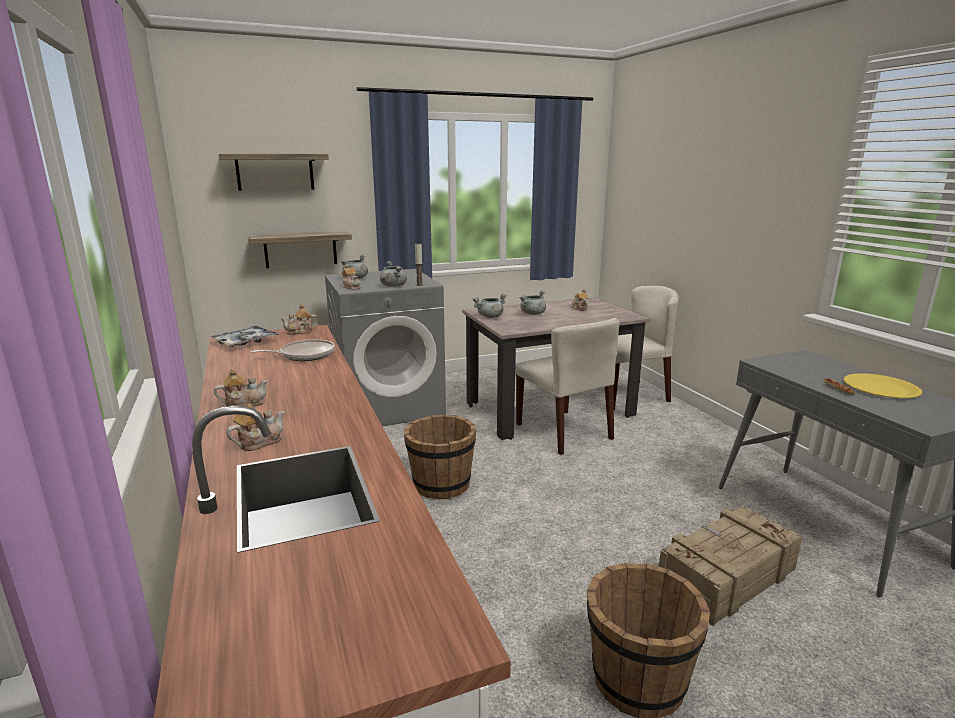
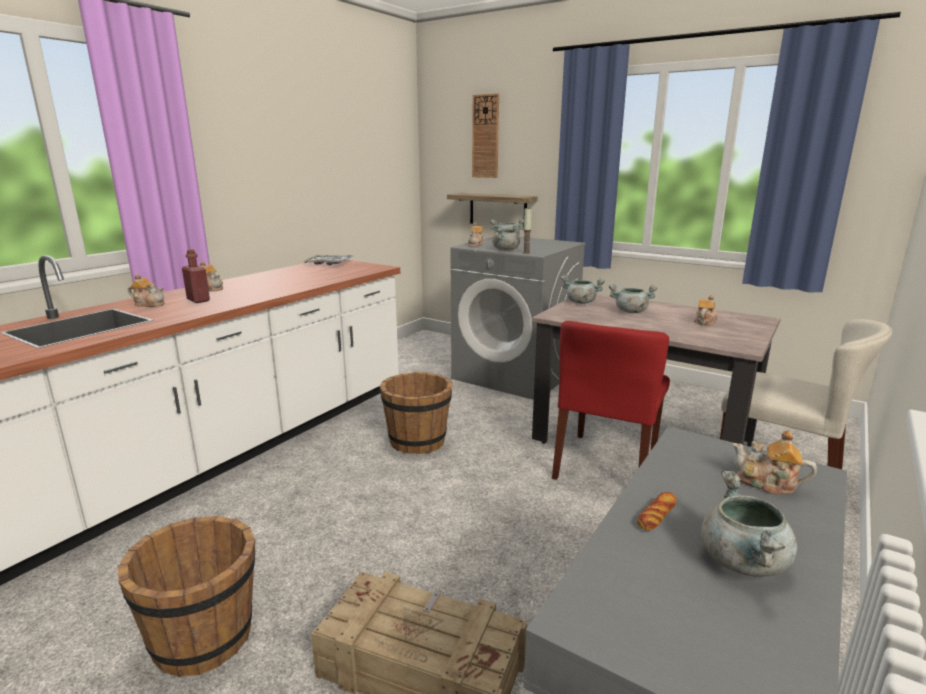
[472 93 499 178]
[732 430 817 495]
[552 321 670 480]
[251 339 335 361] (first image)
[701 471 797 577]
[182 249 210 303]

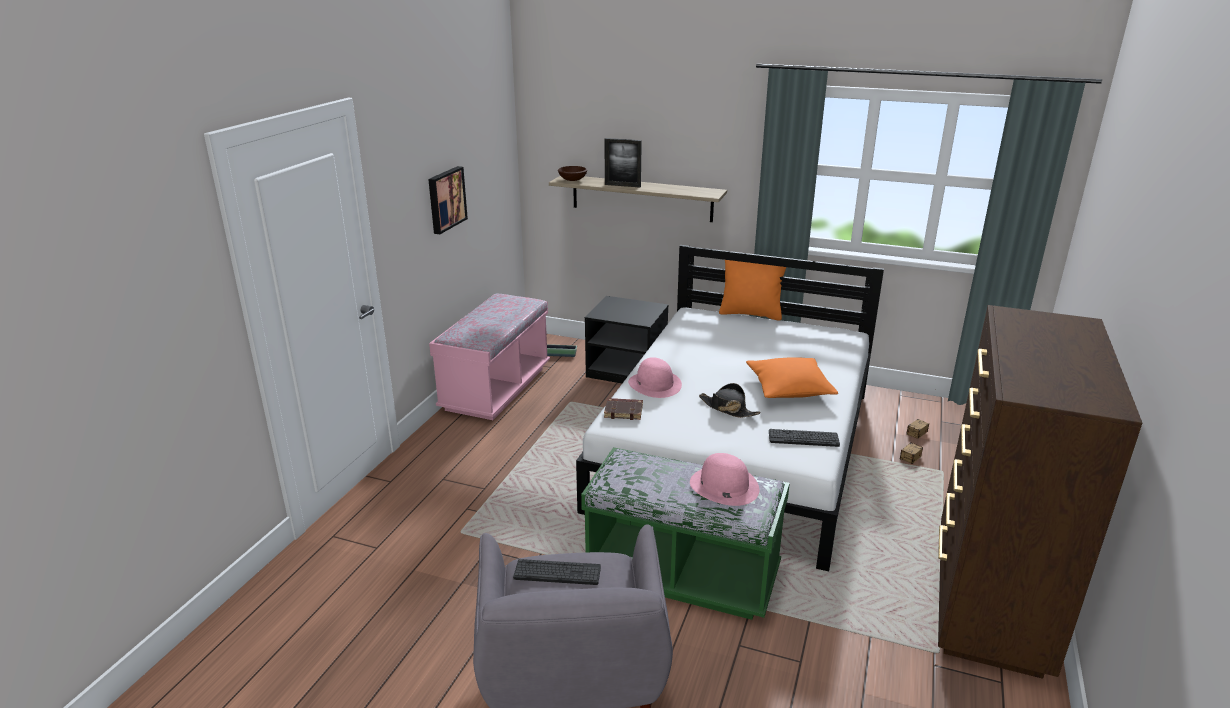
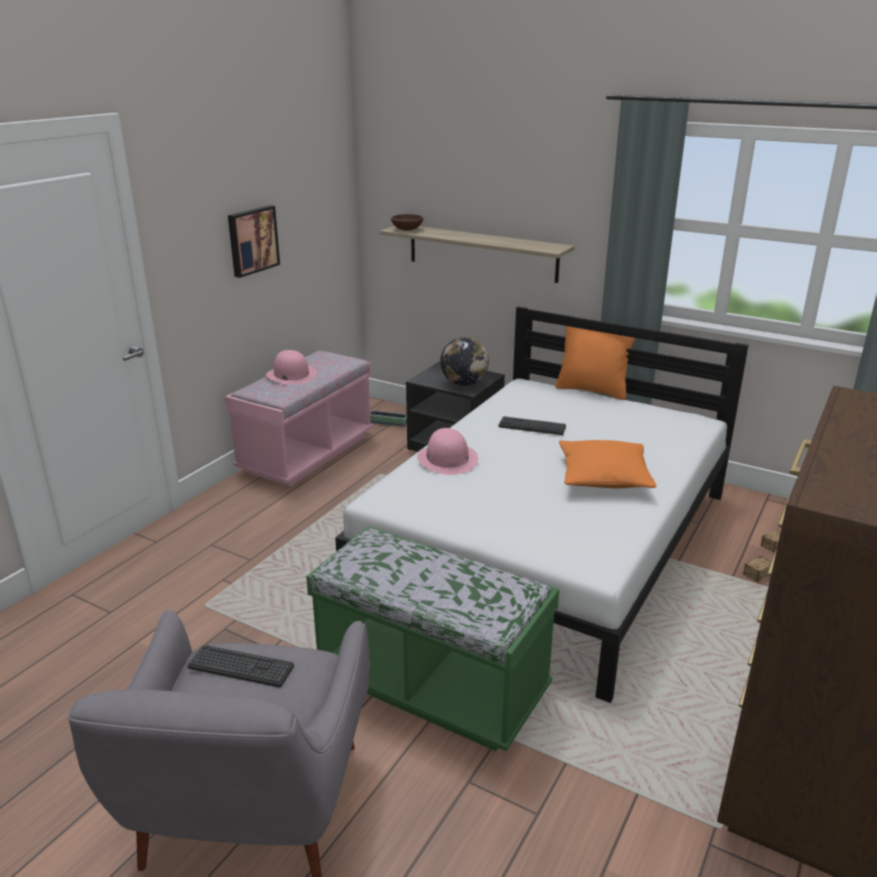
[605 138 642 188] (first image)
[699 383 761 418] (first image)
[604 398 643 420] (first image)
[499 416 566 435]
[266 350 317 385]
[440 337 489 386]

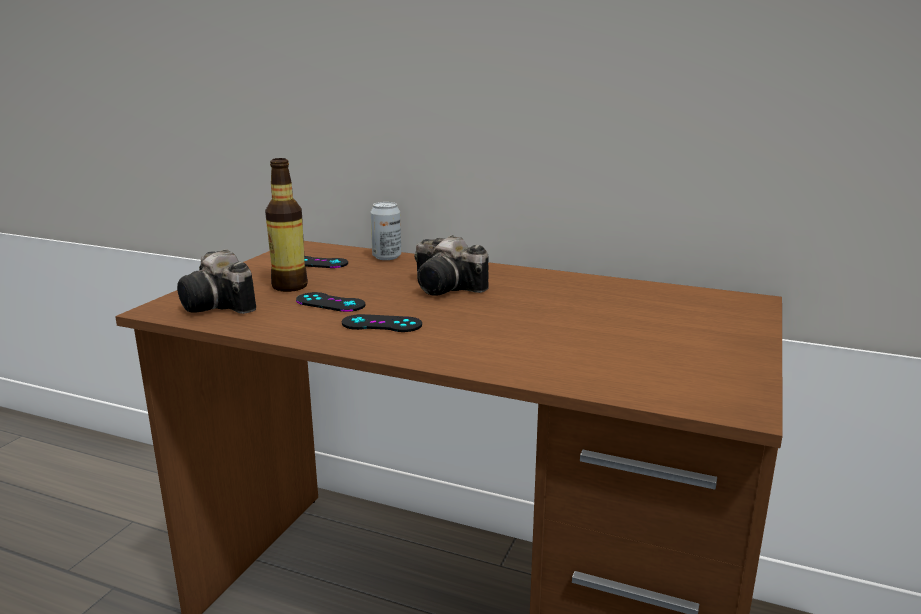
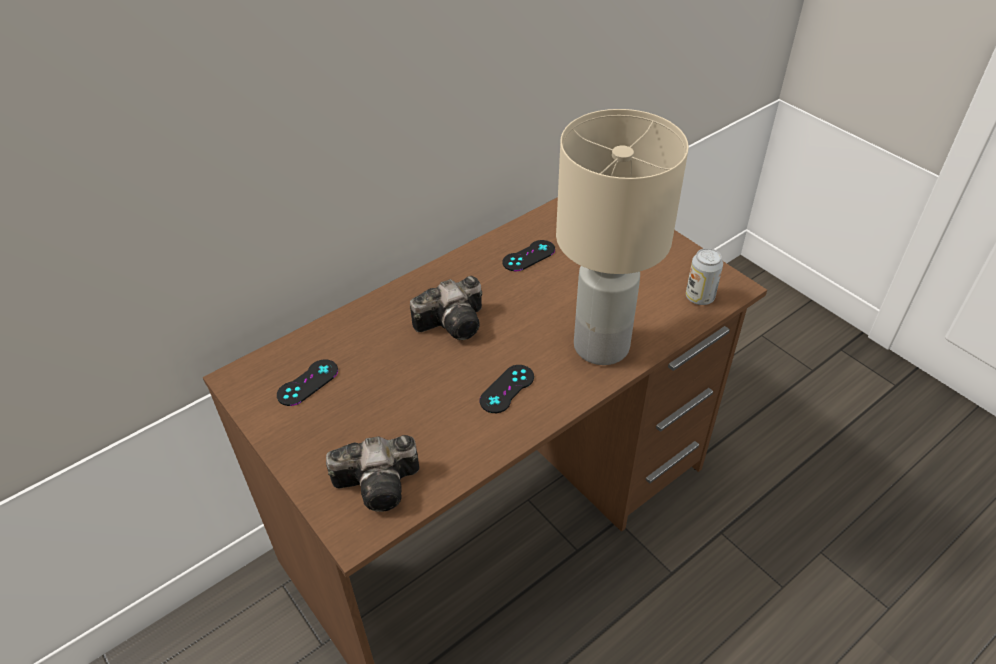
[265 158 308 292] (first image)
[686 248 723 305]
[503 240 555 271]
[556 109 689 365]

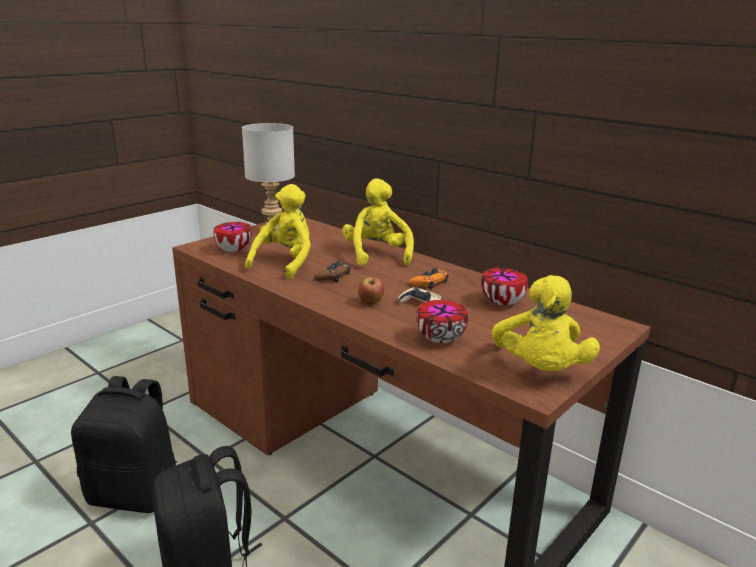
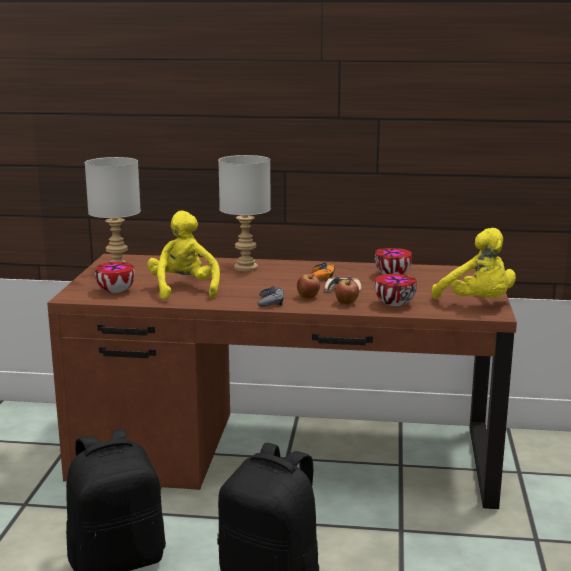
[218 155 271 272]
[314 261 351 283] (first image)
[335 279 359 305]
[258 286 284 307]

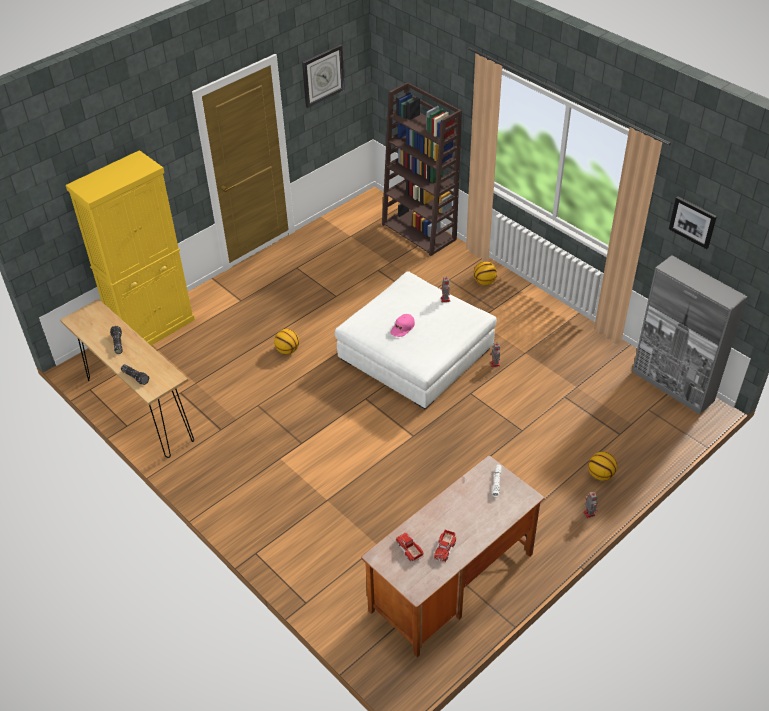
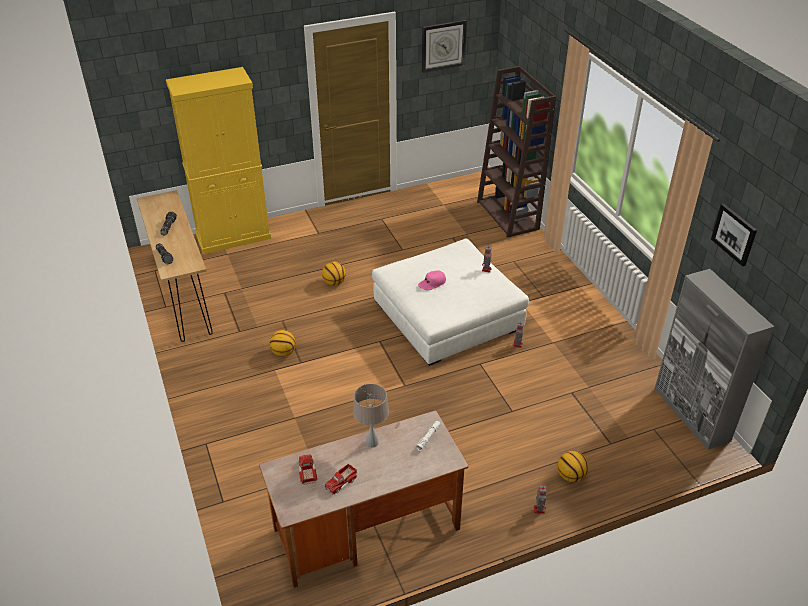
[270 330 296 357]
[353 384 389 448]

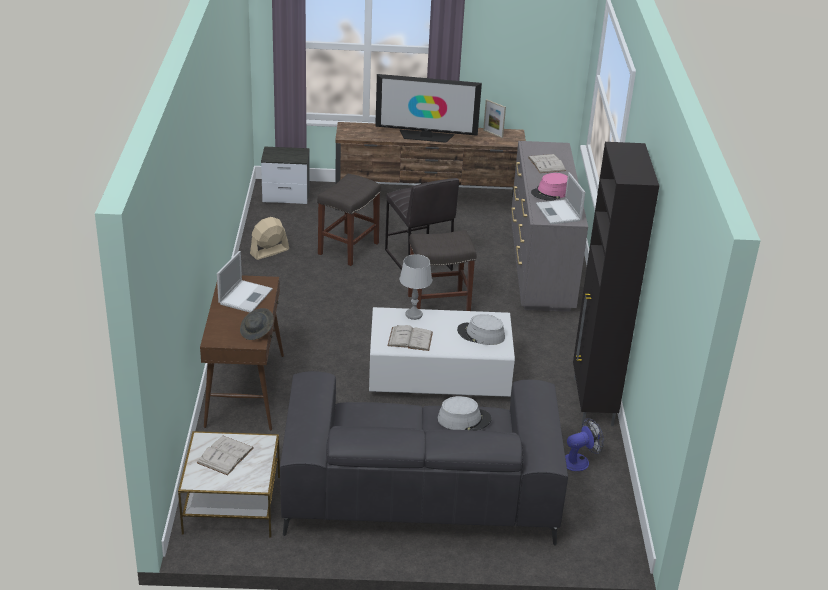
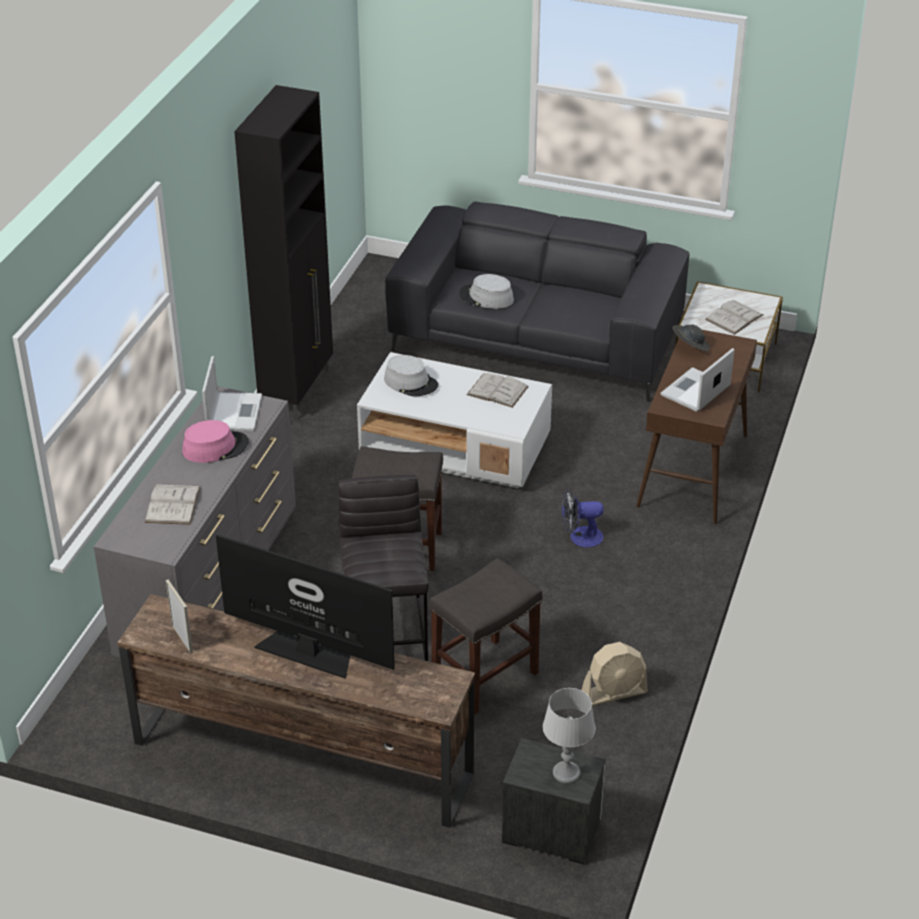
[543 688 595 784]
[562 489 604 548]

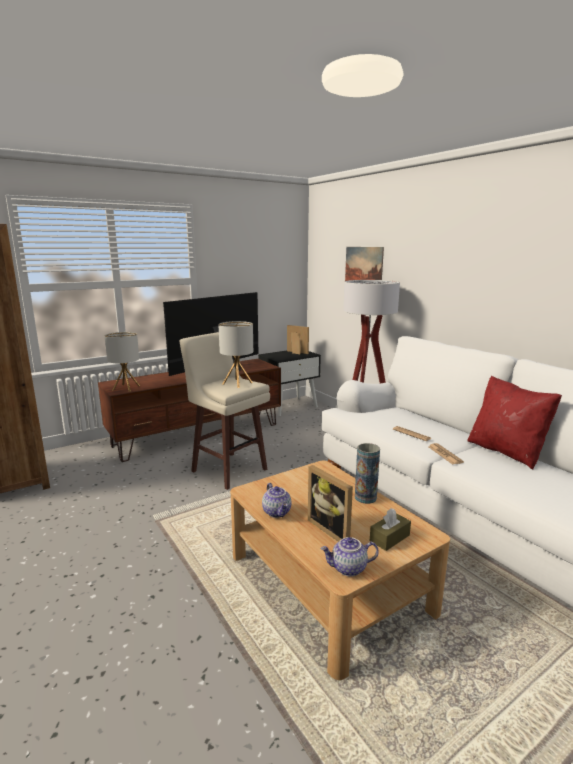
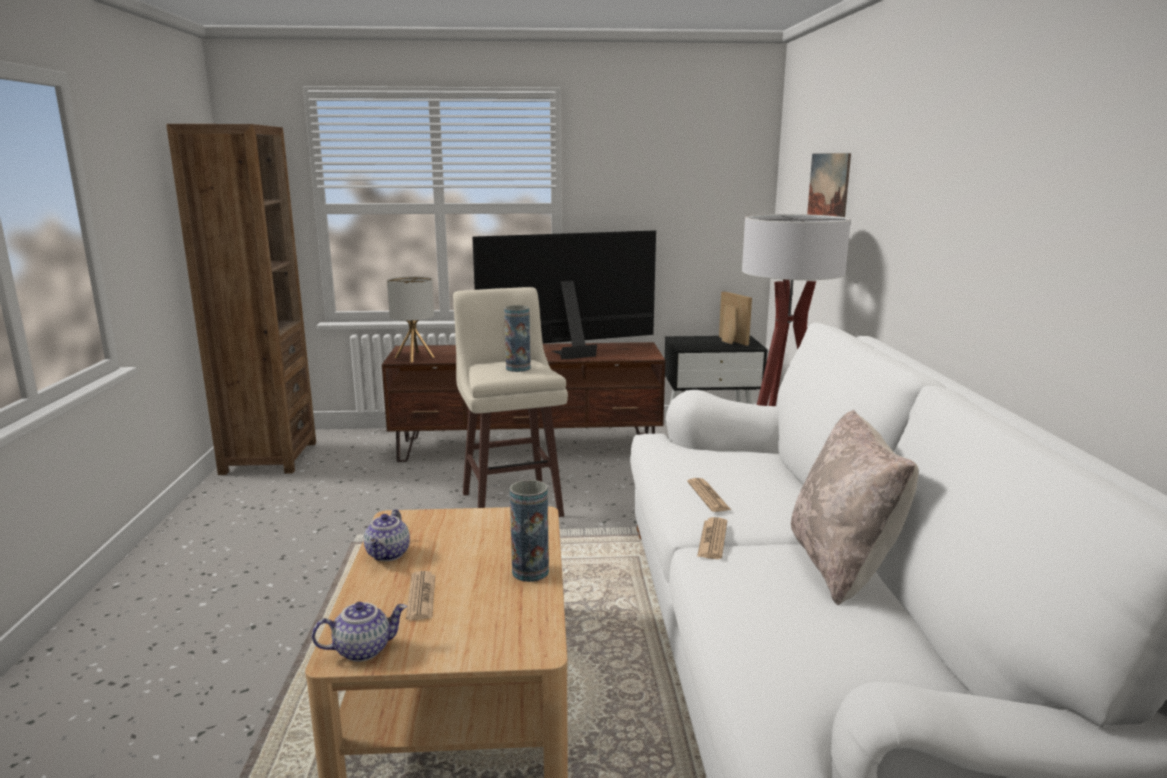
[504 305 531 372]
[791 410 918 605]
[406 571 435 620]
[370 508 411 551] (first image)
[312 602 407 662]

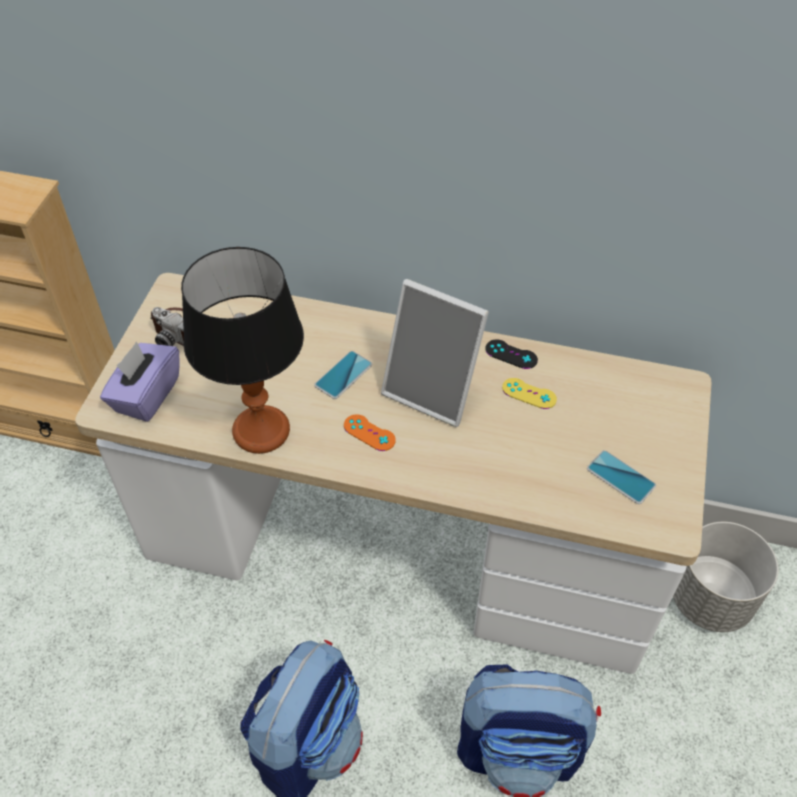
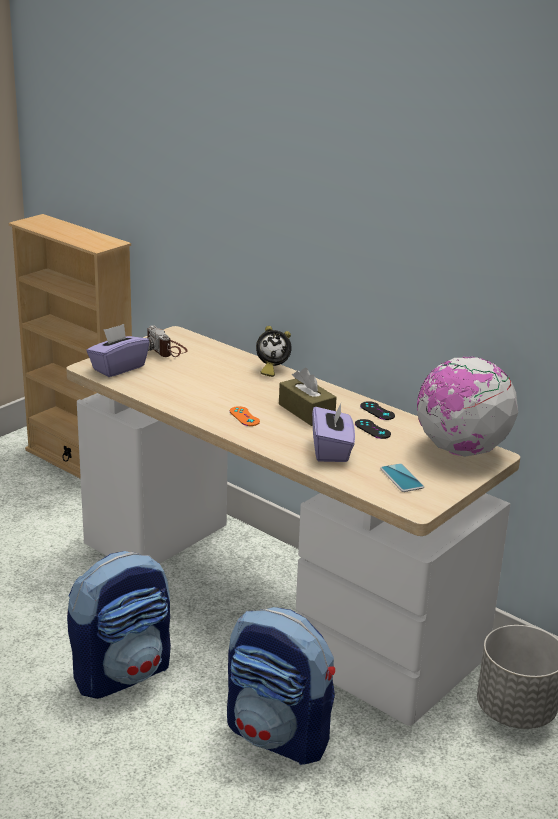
[181 247 304 454] (first image)
[279 368 337 426]
[314 351 372 399] (first image)
[355 419 391 439]
[256 326 292 377]
[417 357 518 457]
[312 401 355 462]

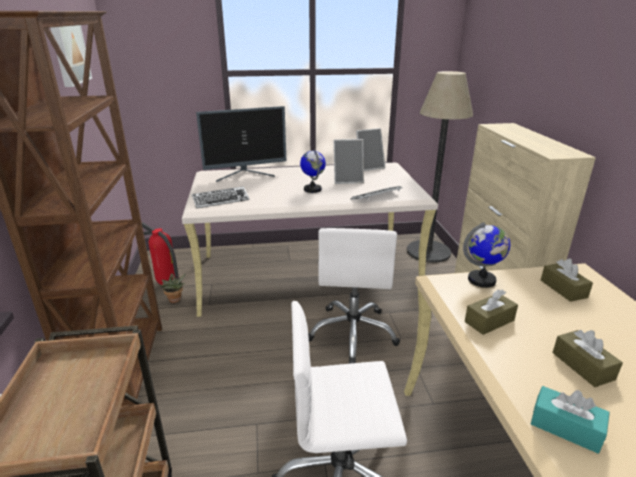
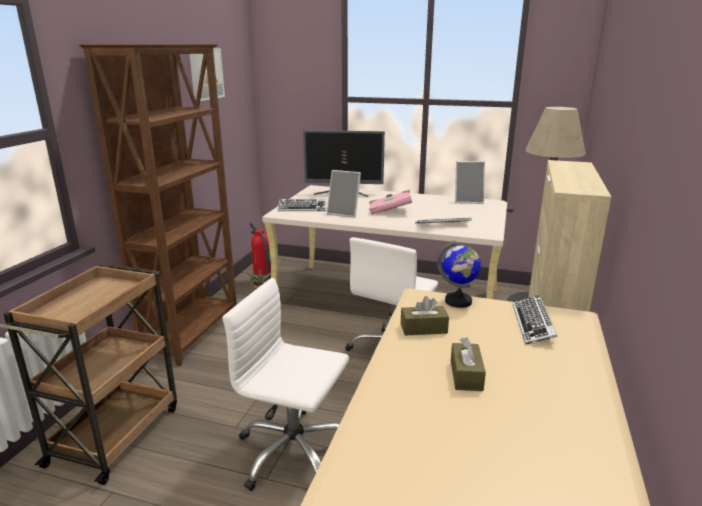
[327 170 361 218]
[369 190 412 215]
[513 295 558 345]
[531 386 610 454] (first image)

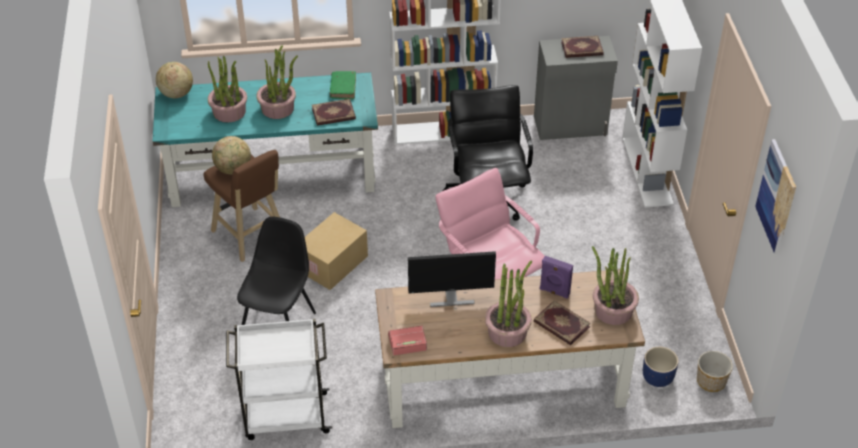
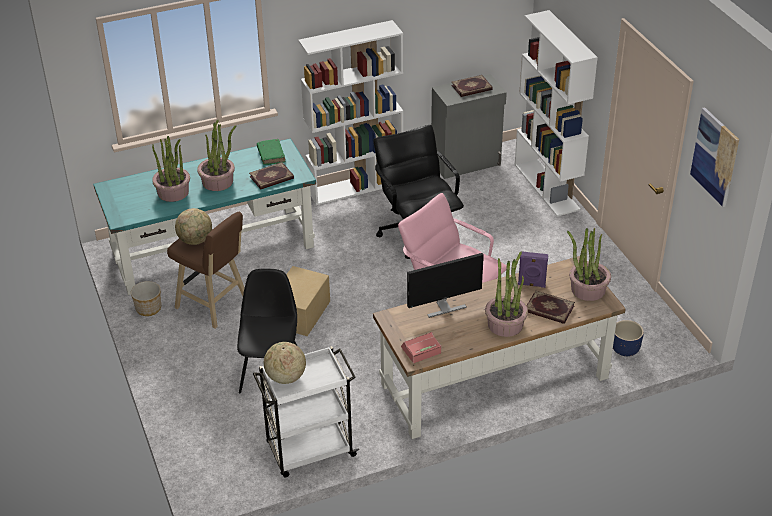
[264 342 306 384]
[131 281 161 316]

